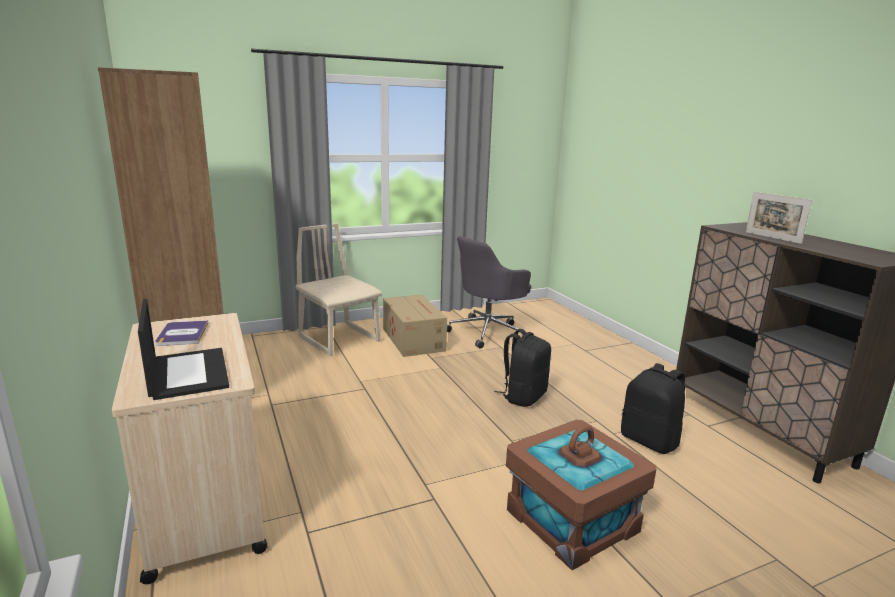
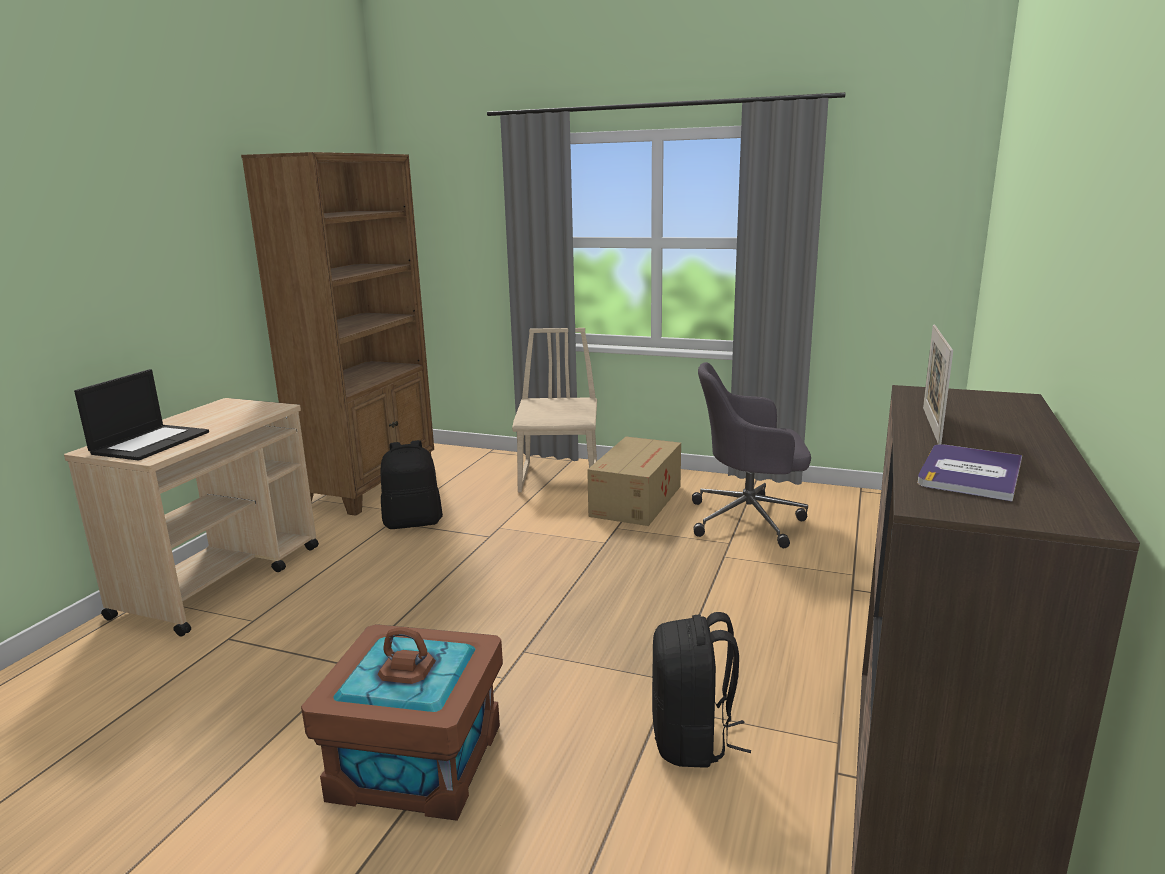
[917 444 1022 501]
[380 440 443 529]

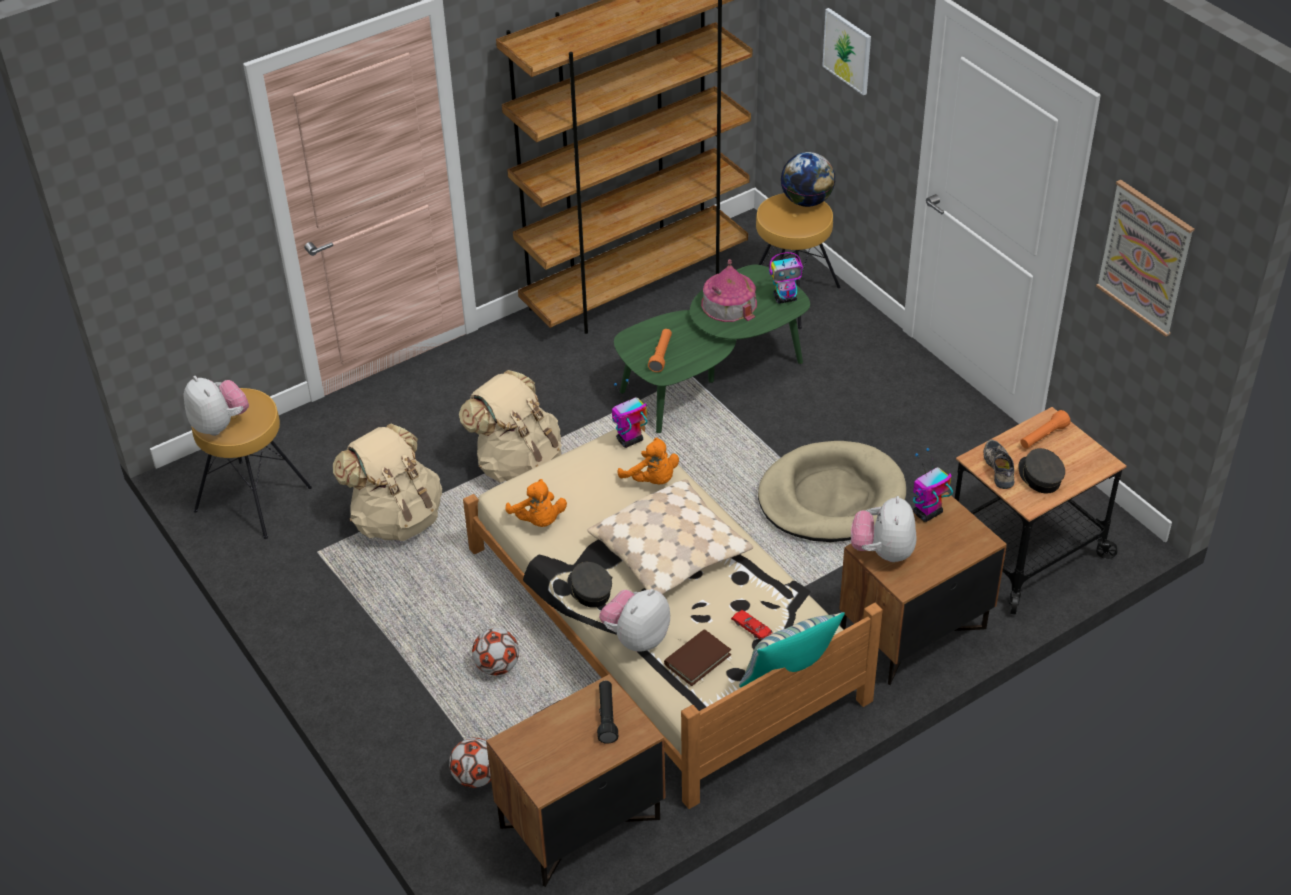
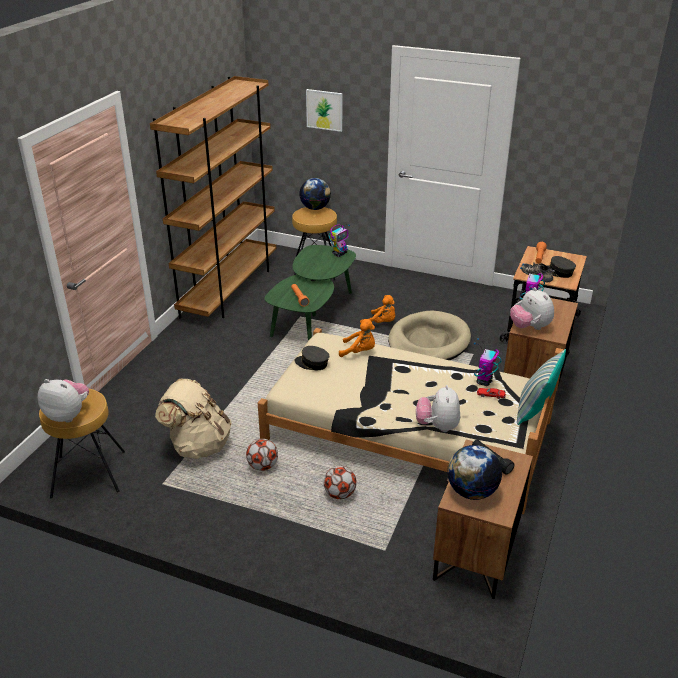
[1096 180 1194 337] (first image)
[701 259 757 322] (first image)
[459 370 562 483] (first image)
[474 338 502 386]
[369 295 395 323]
[587 479 753 594] (first image)
[295 346 329 370]
[664 629 731 686] (first image)
[246 439 278 471]
[447 445 502 500]

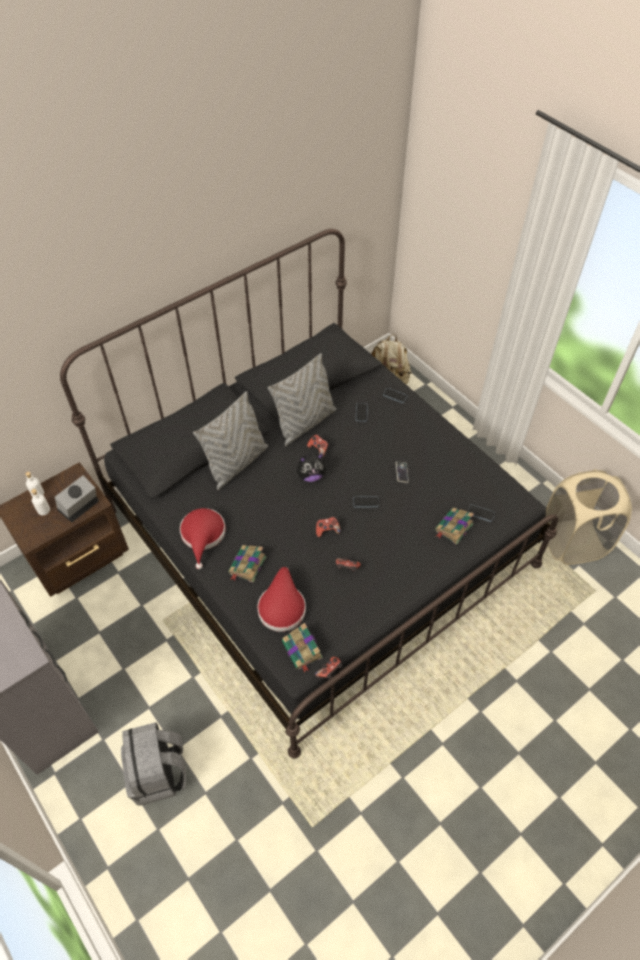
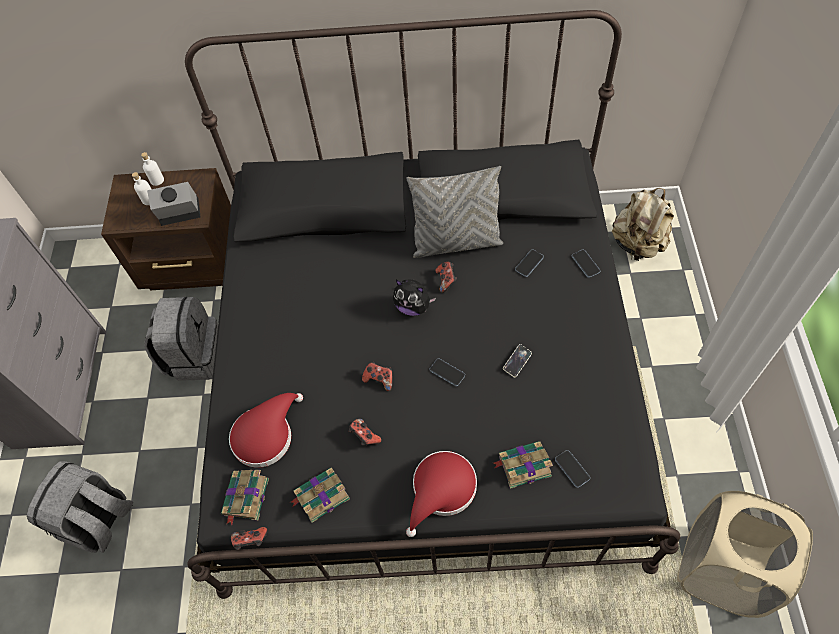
[193 391 268 490] (first image)
[406 451 477 537]
[290 468 350 523]
[144 297 218 381]

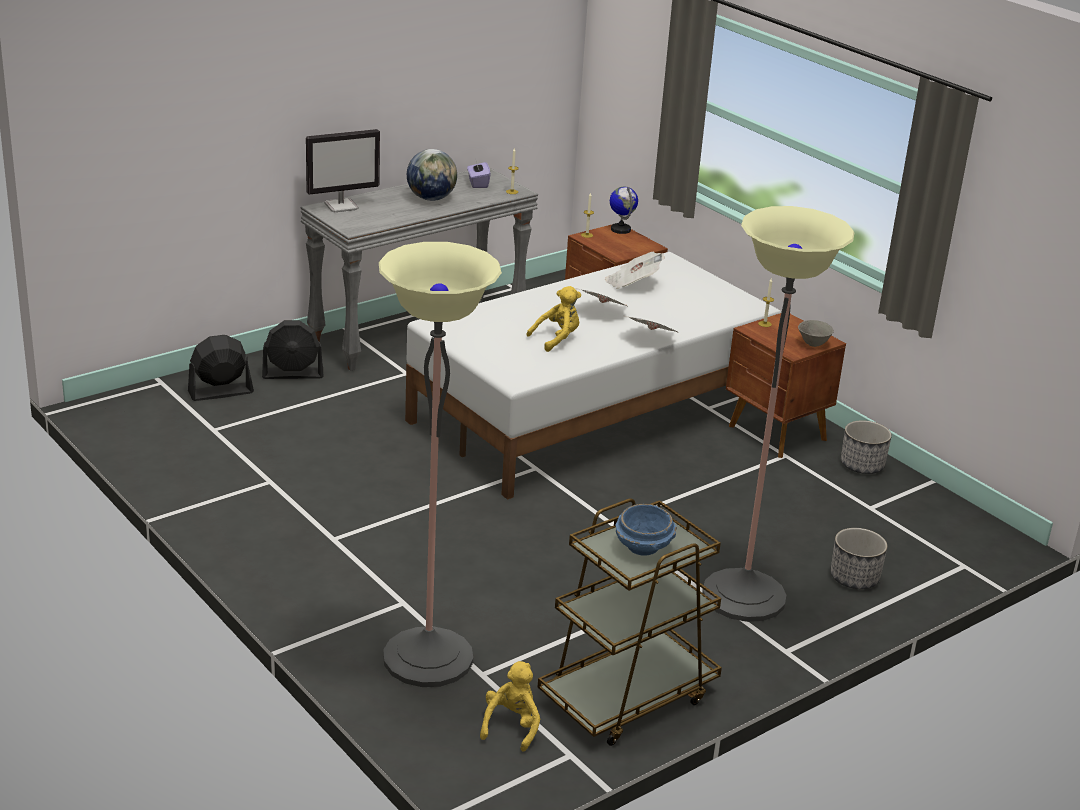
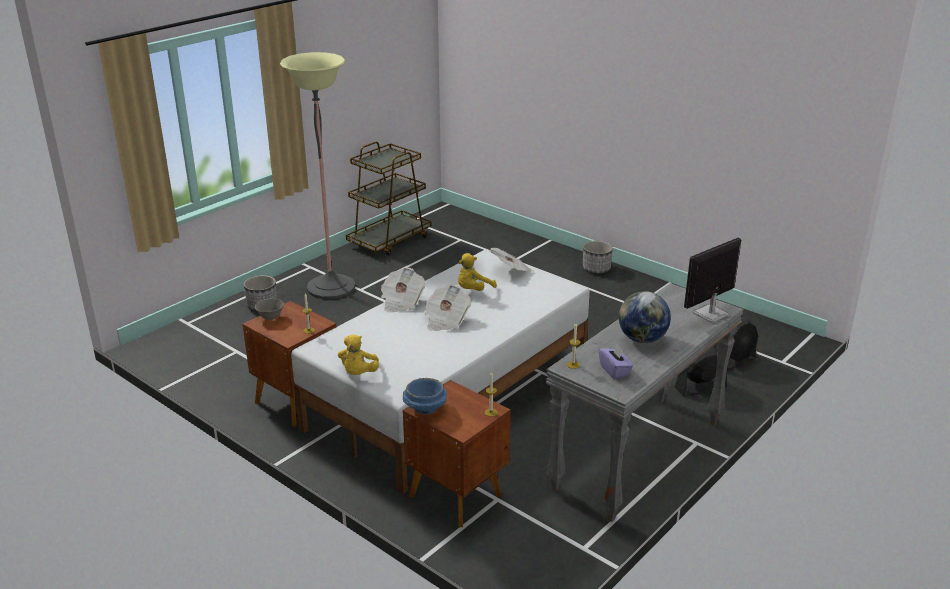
[610 187 638 234] (first image)
[379 242 502 687] (first image)
[489 248 534 272]
[583 241 613 274]
[403 378 447 414]
[338 334 379 375]

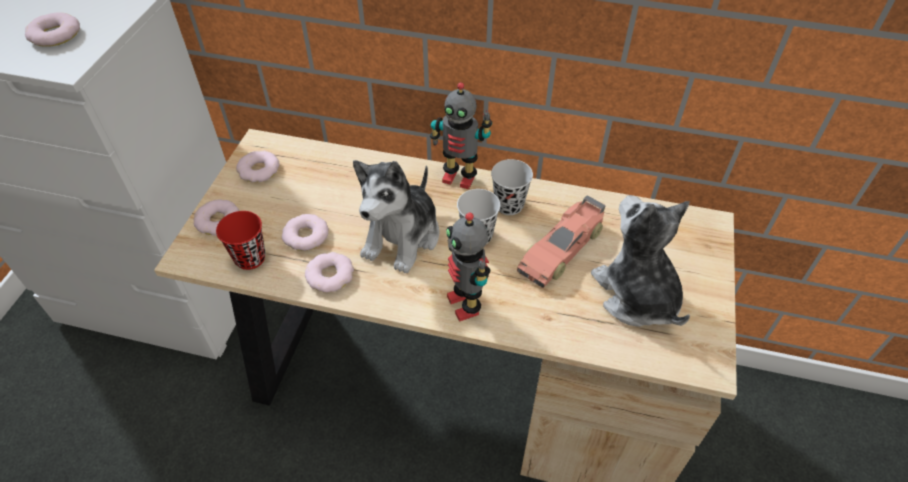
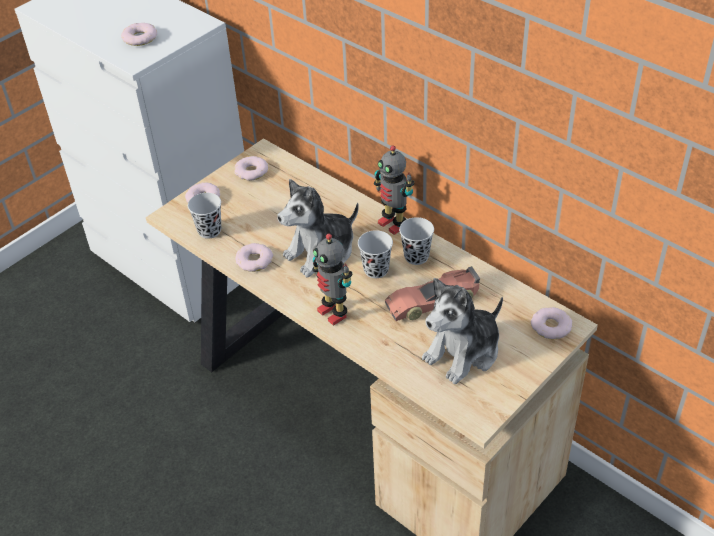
[422 278 503 384]
[188 193 221 239]
[312 234 352 326]
[531 307 572 339]

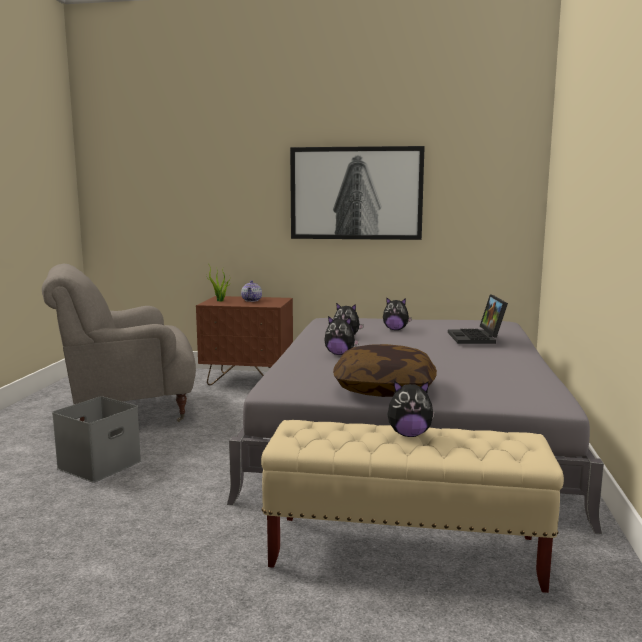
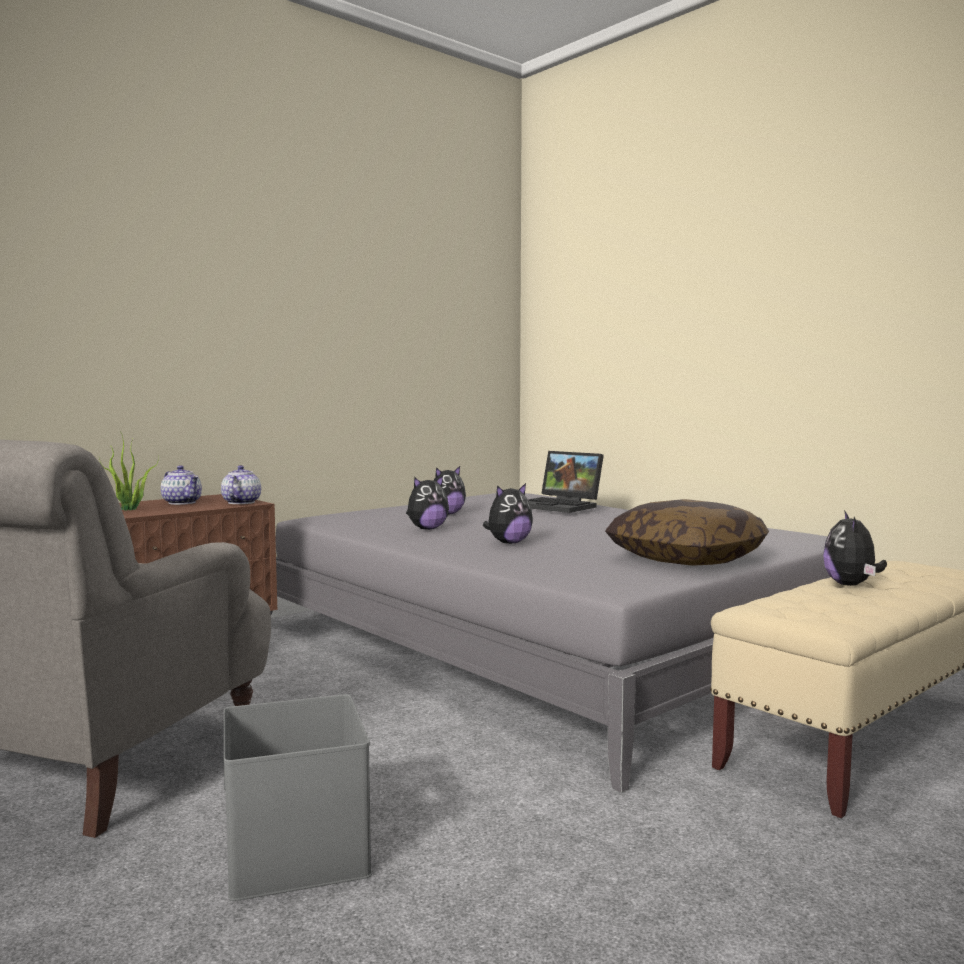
[290 146 425 240] (first image)
[823 510 887 586]
[221 465 261 504]

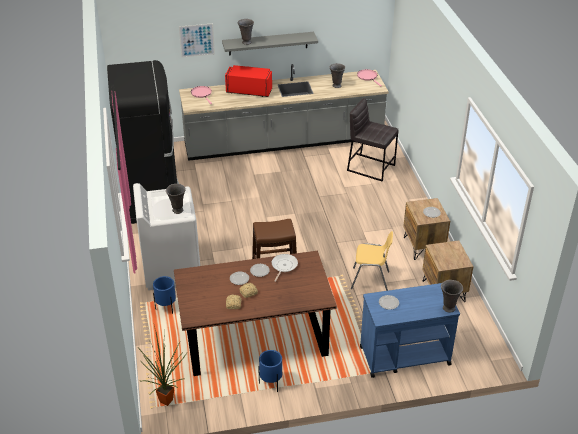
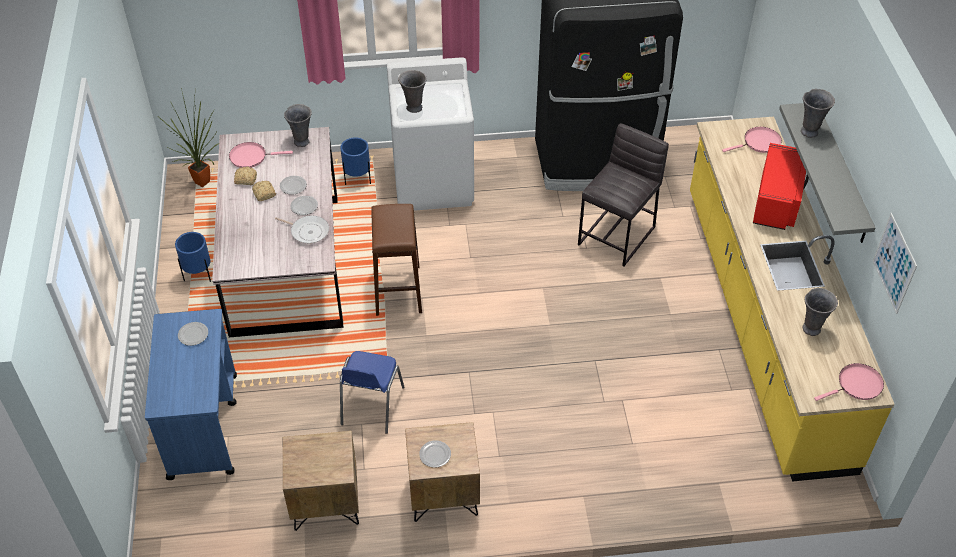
[873 213 917 314]
[690 117 895 482]
[578 123 669 266]
[340 351 405 434]
[212 127 343 337]
[284 104 312 147]
[229 142 293 168]

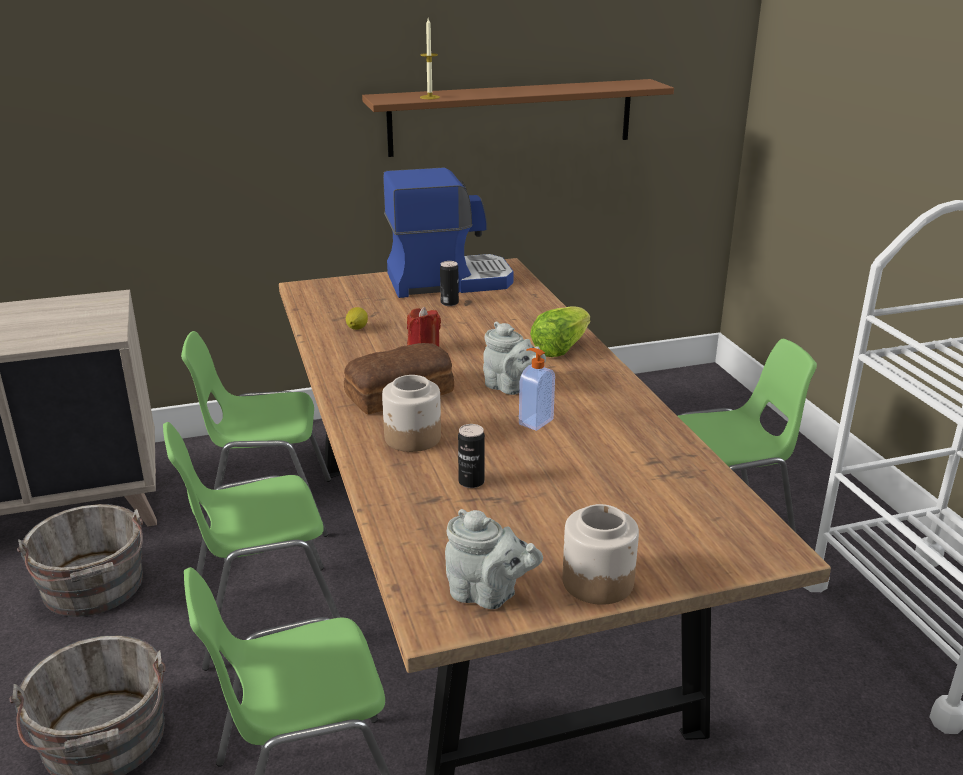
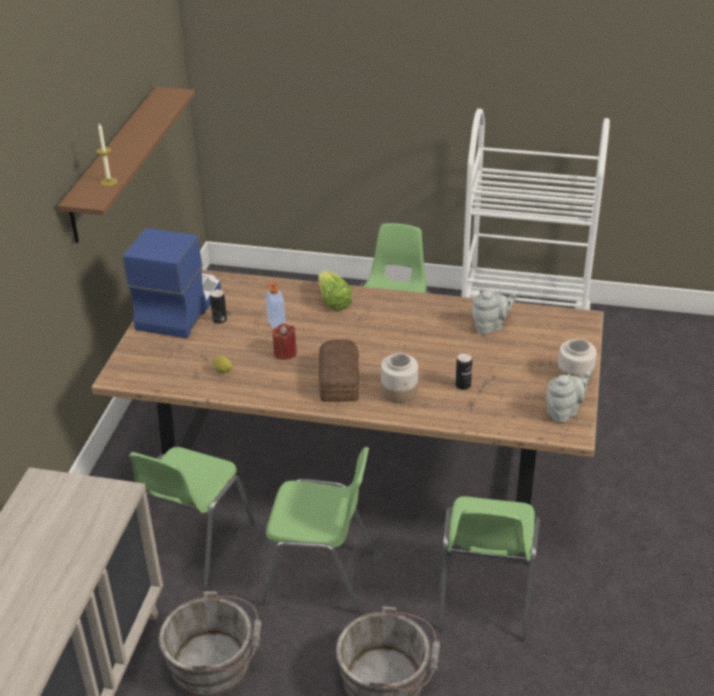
[472 290 516 334]
[265 282 286 329]
[260 447 375 614]

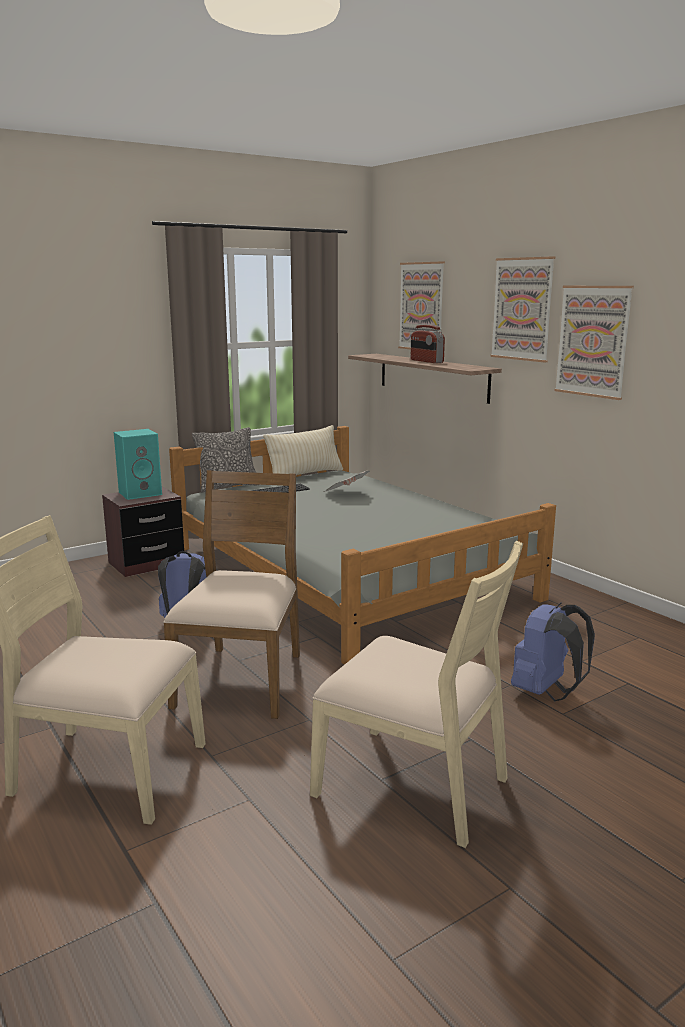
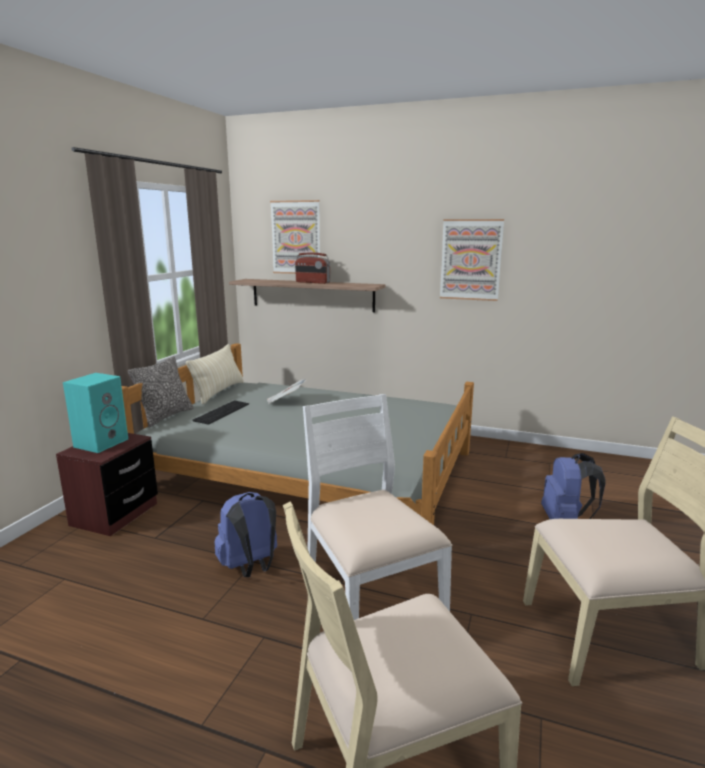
[490 256 555 363] (first image)
[303 394 452 620]

